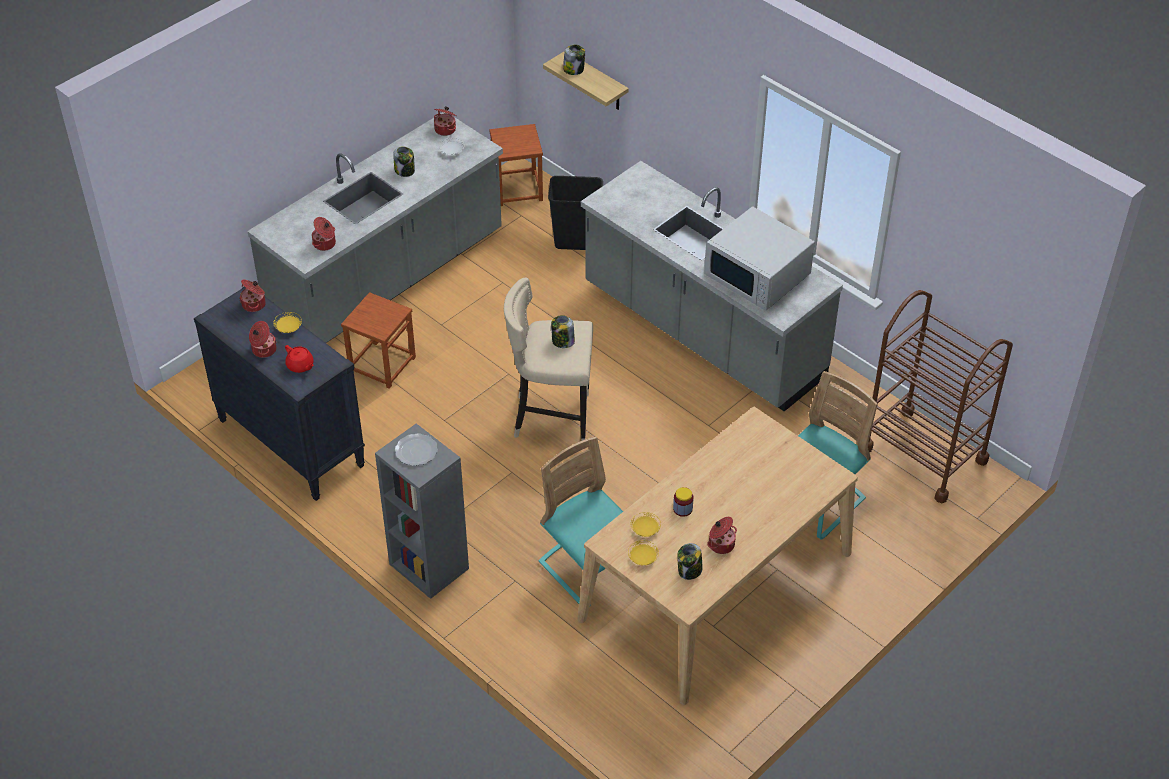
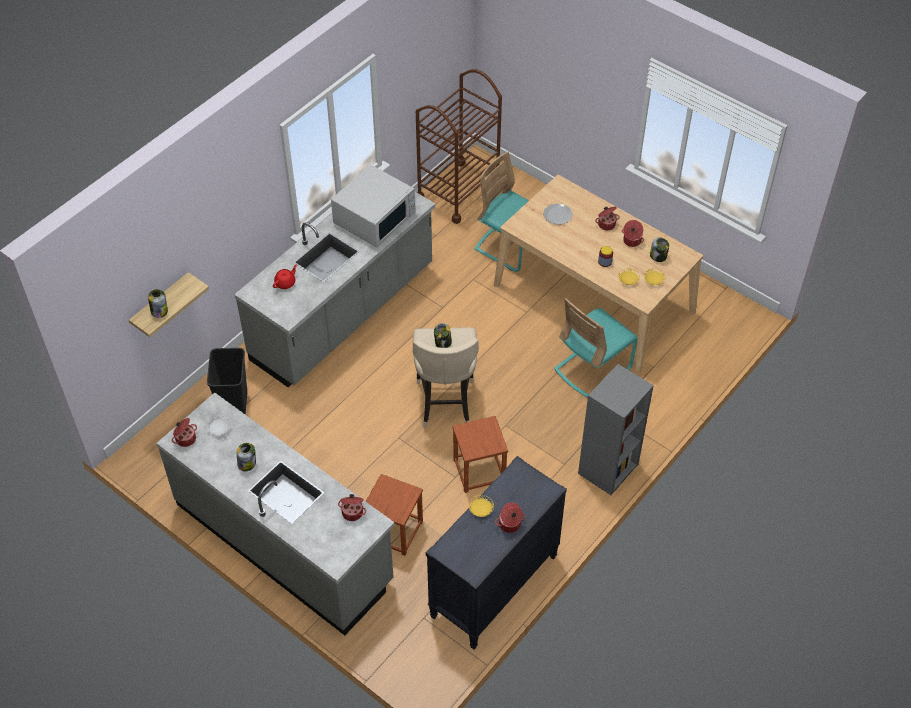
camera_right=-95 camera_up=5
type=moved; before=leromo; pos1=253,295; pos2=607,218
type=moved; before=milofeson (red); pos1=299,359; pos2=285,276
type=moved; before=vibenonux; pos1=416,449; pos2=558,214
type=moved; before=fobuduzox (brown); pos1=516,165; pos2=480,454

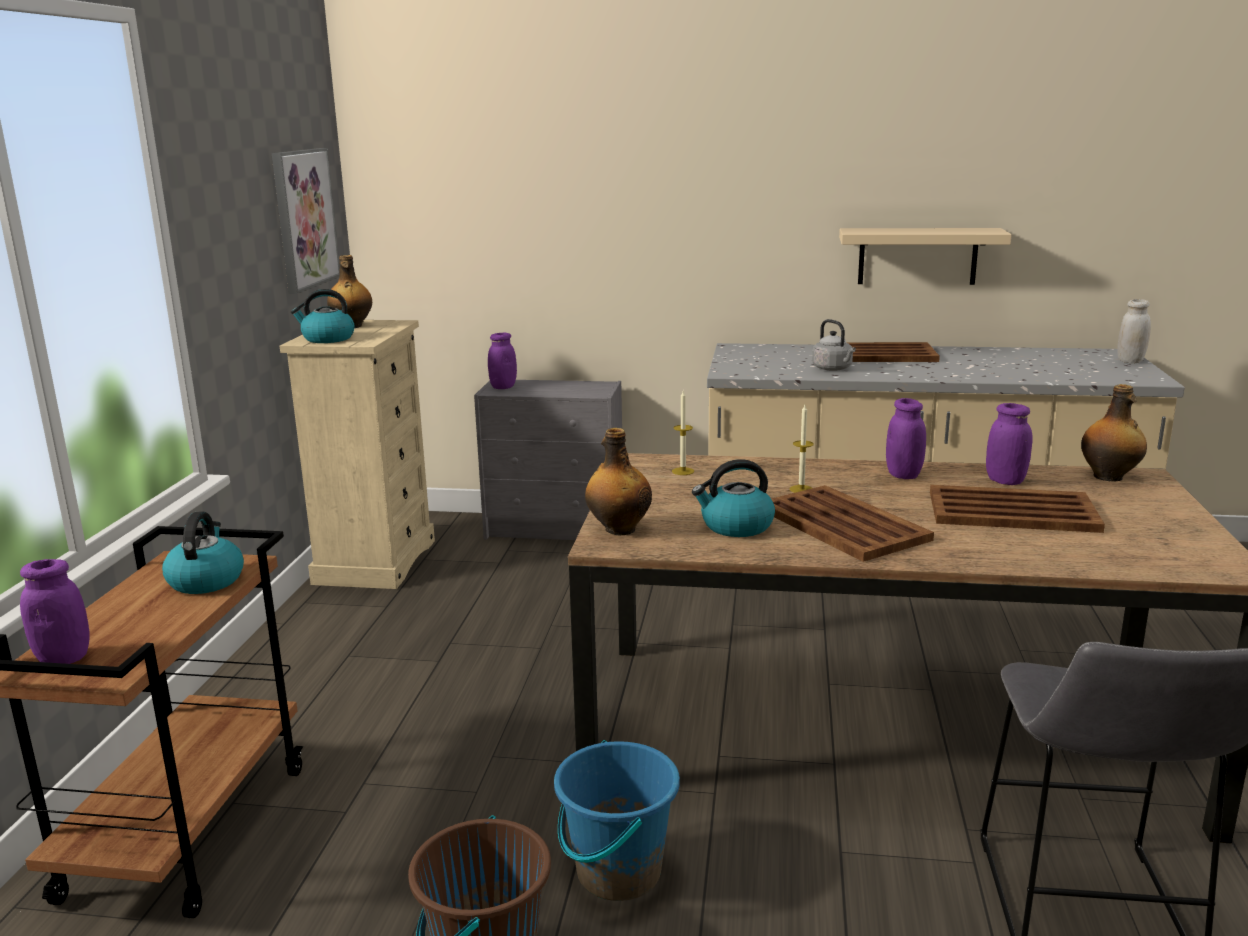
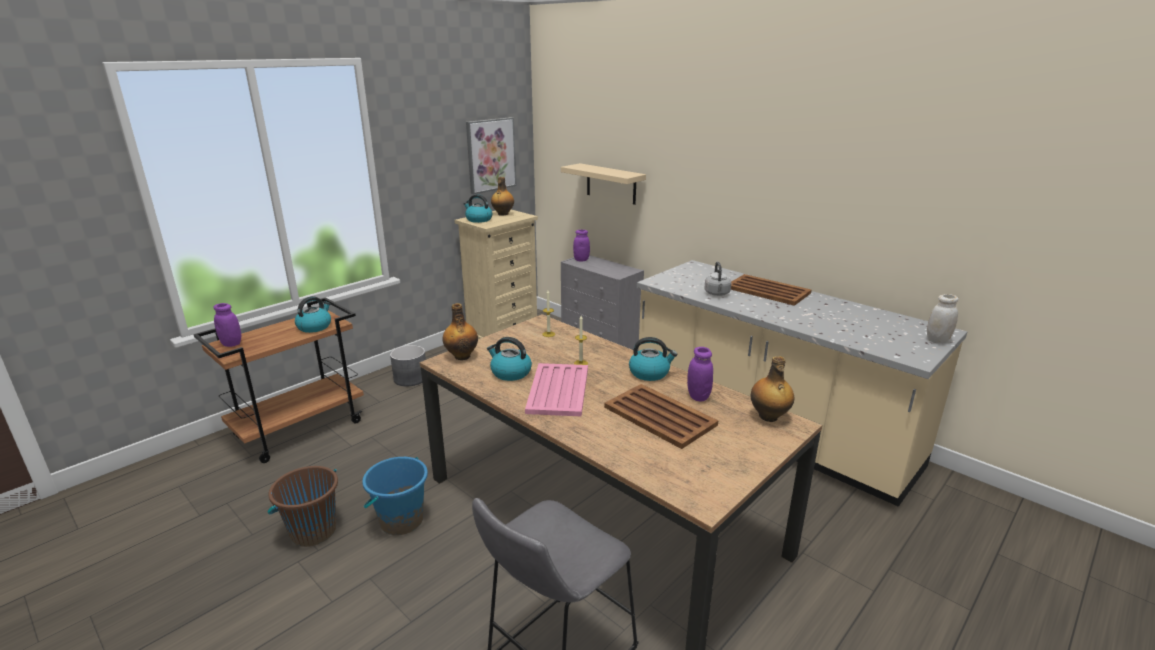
camera_right=35 camera_up=5
type=recoloured; before=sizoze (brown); after=sizoze (pink); pos1=853,523; pos2=556,389
type=moved; before=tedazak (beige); pos1=925,256; pos2=603,184
type=replaced; before=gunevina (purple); after=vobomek; pos1=906,438; pos2=653,359
type=added; after=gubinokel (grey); pos2=408,366

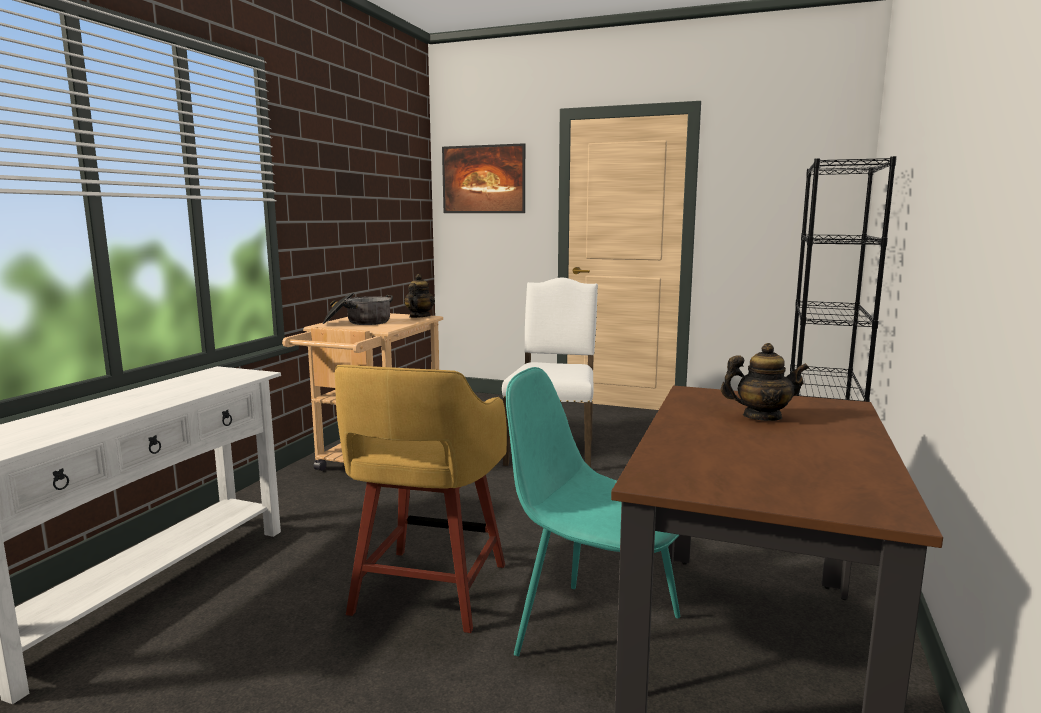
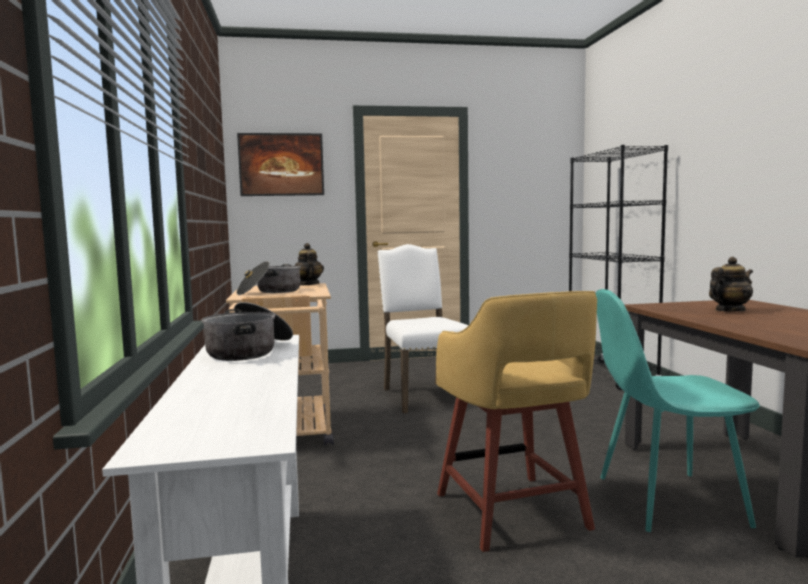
camera_right=-30 camera_up=-5
type=added; after=leromo; pos2=247,331

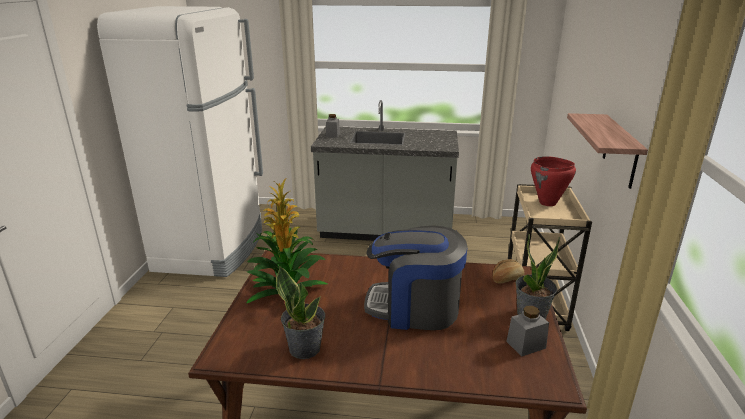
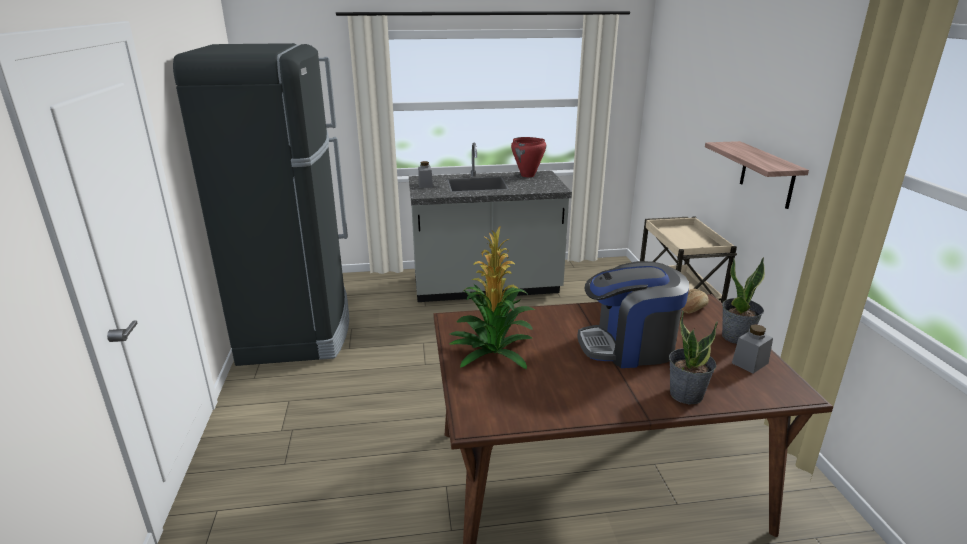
camera_right=-15 camera_up=0
type=recoloured; before=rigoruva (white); after=rigoruva (black); pos1=180,141; pos2=261,204
type=moved; before=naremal; pos1=300,313; pos2=693,357
type=moved; before=leromo (red); pos1=553,181; pos2=528,157

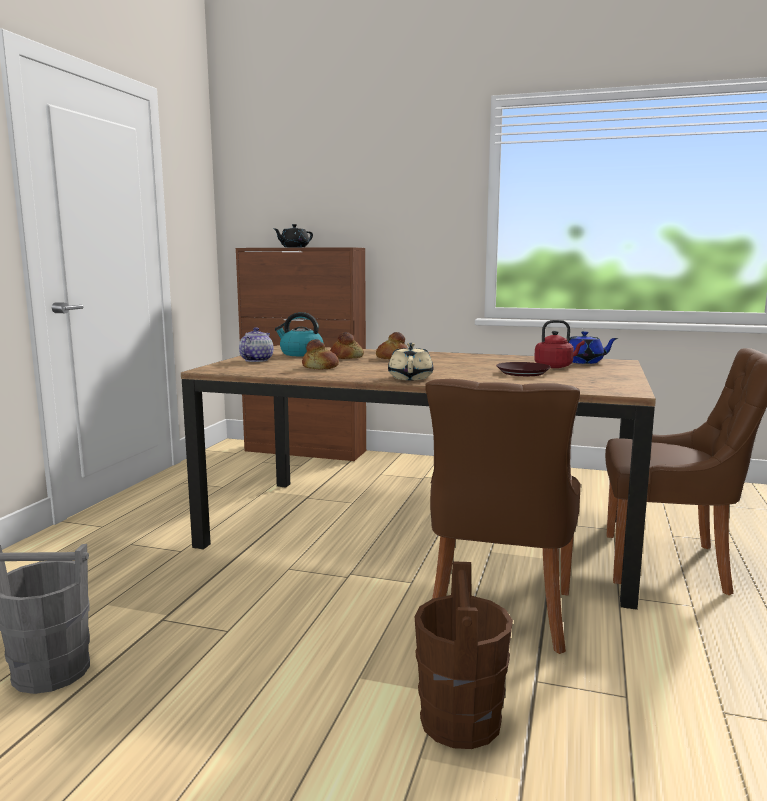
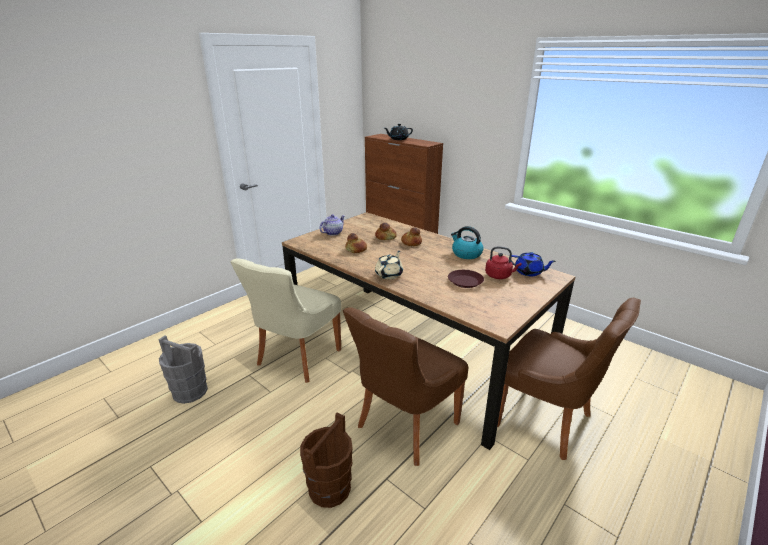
camera_right=25 camera_up=15
type=moved; before=vobomek; pos1=299,334; pos2=467,242
type=added; after=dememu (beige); pos2=285,321

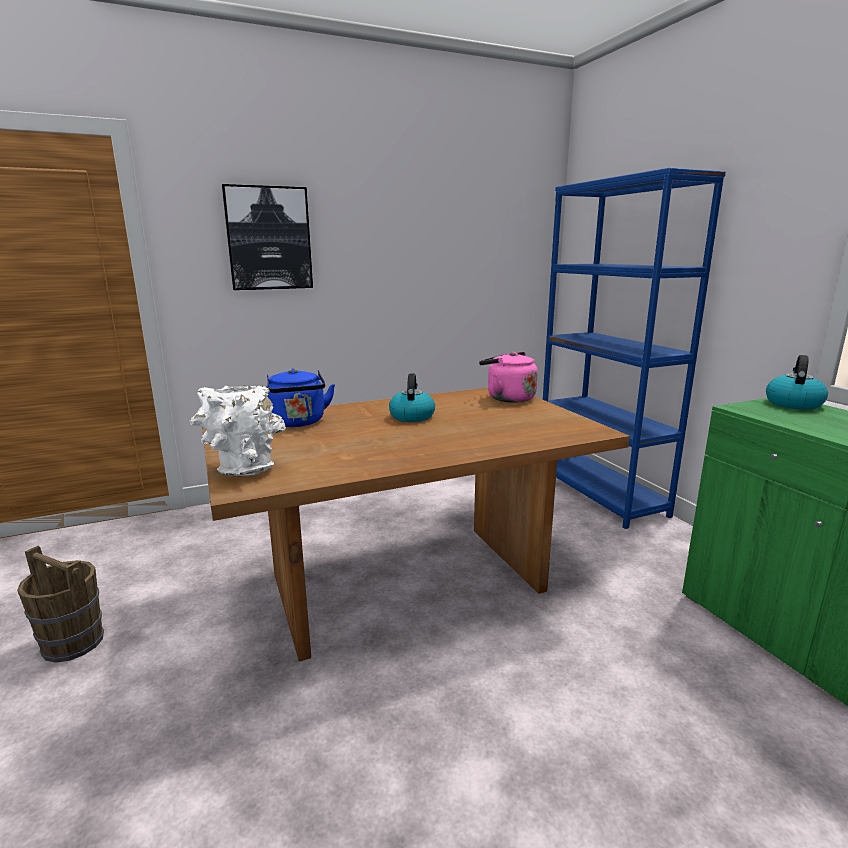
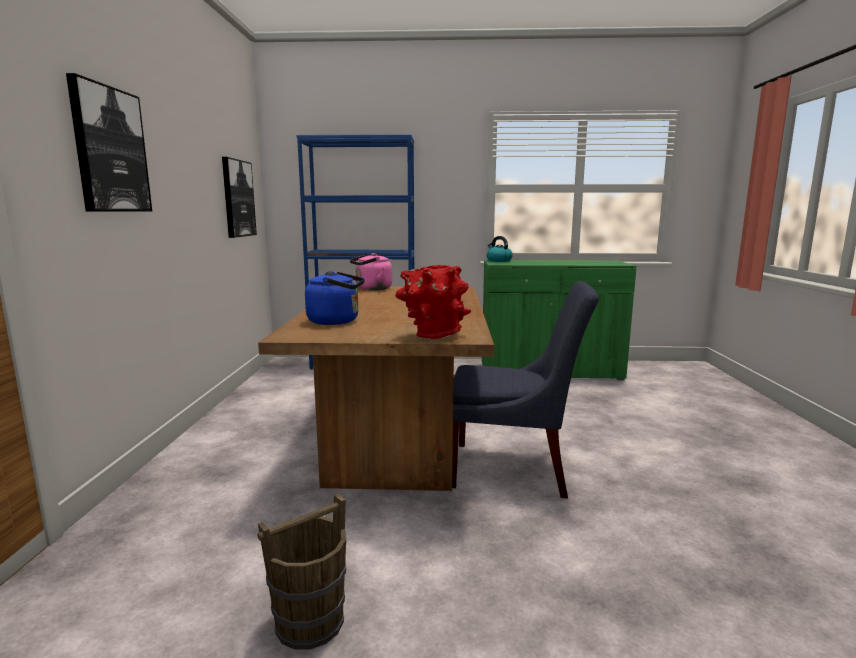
camera_right=-65 camera_up=-5
type=recoloured; before=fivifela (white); after=fivifela (red); pos1=238,431; pos2=433,302
type=removed; before=vobomek; pos1=412,397
type=added; after=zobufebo; pos2=239,197
type=added; after=dememu (blue); pos2=525,389

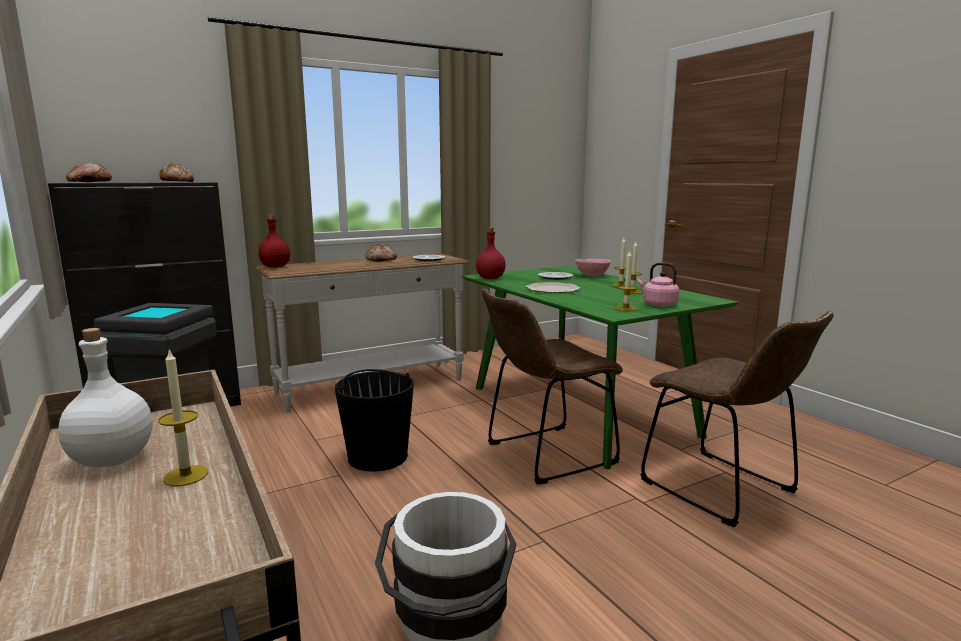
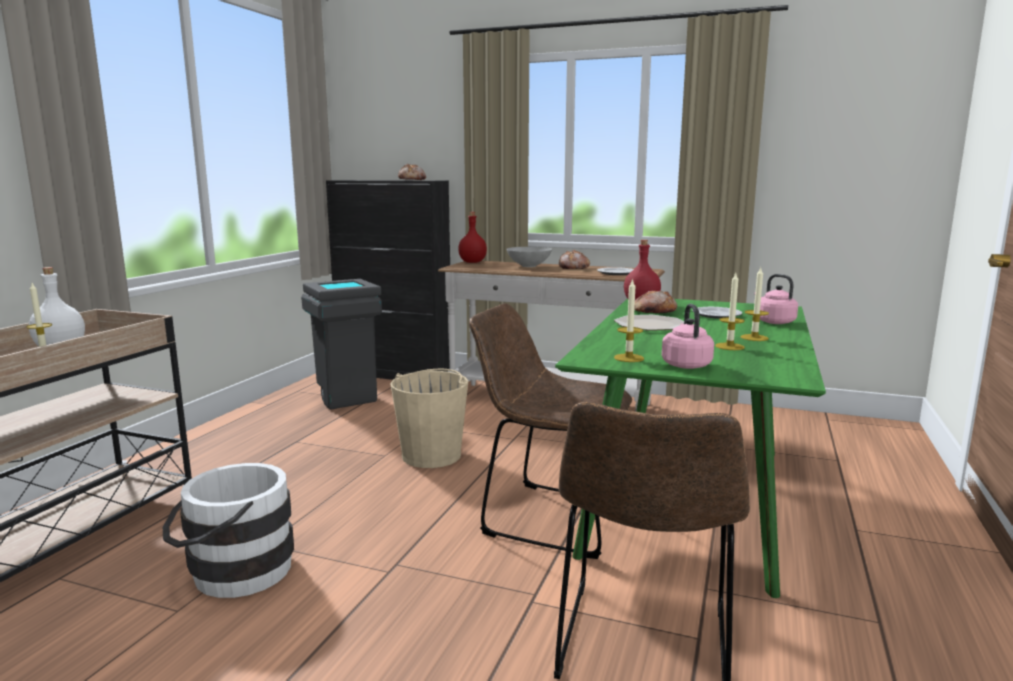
camera_right=50 camera_up=0
type=moved; before=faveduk; pos1=89,172; pos2=655,302
type=recoloured; before=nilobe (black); after=nilobe (beige); pos1=374,420; pos2=429,418
type=replaced; before=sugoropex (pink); after=vobomek (pink); pos1=593,267; pos2=776,299
type=added; after=sugoropex (grey); pos2=529,257

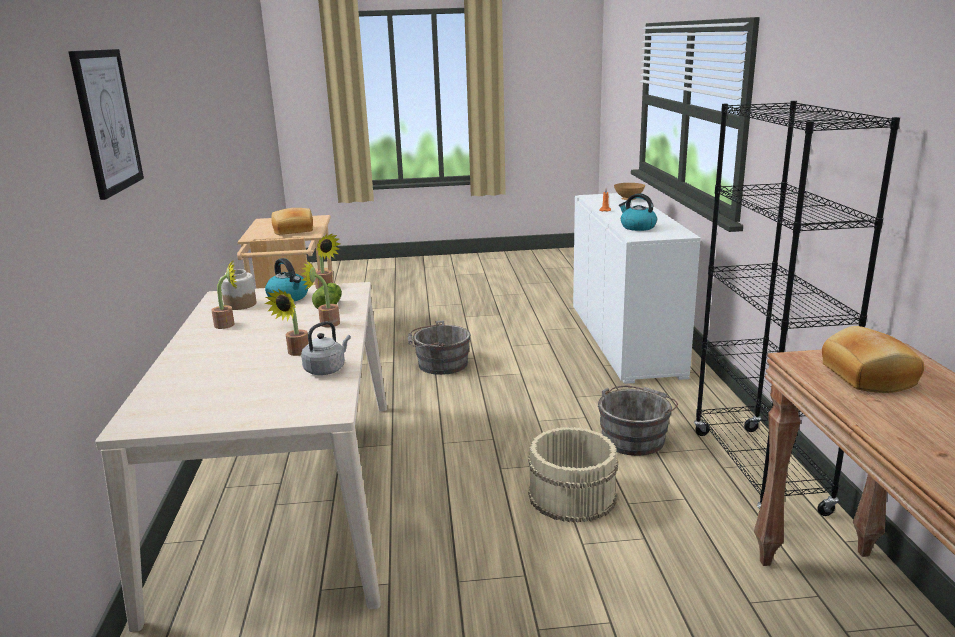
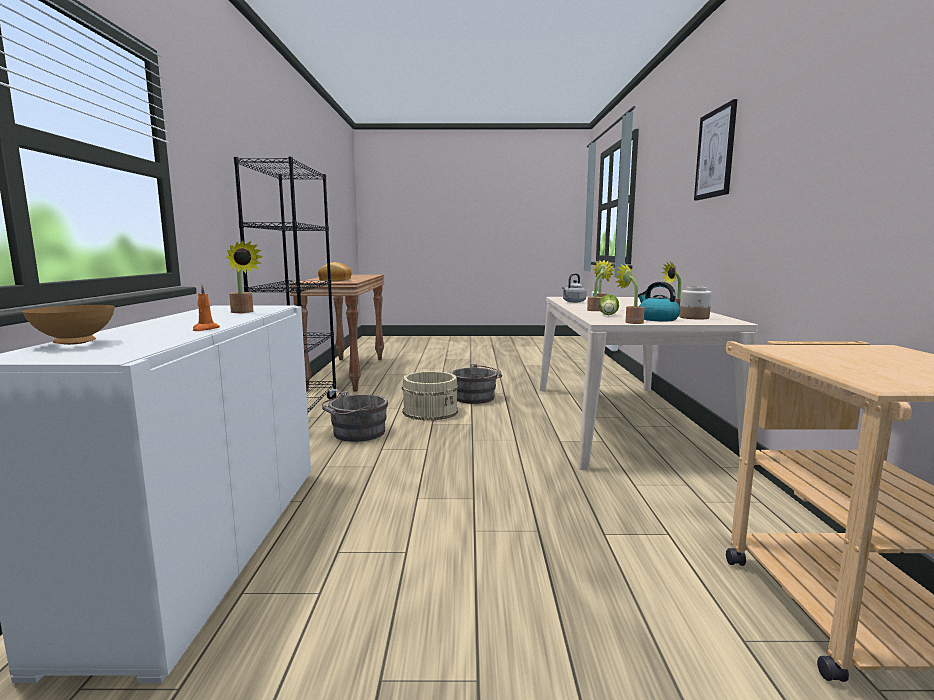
camera_right=-175 camera_up=-10
type=removed; before=faveduk; pos1=292,221
type=moved; before=nilobe (grey); pos1=439,347; pos2=476,384
type=replaced; before=vobomek; after=naremal; pos1=638,212; pos2=244,276

